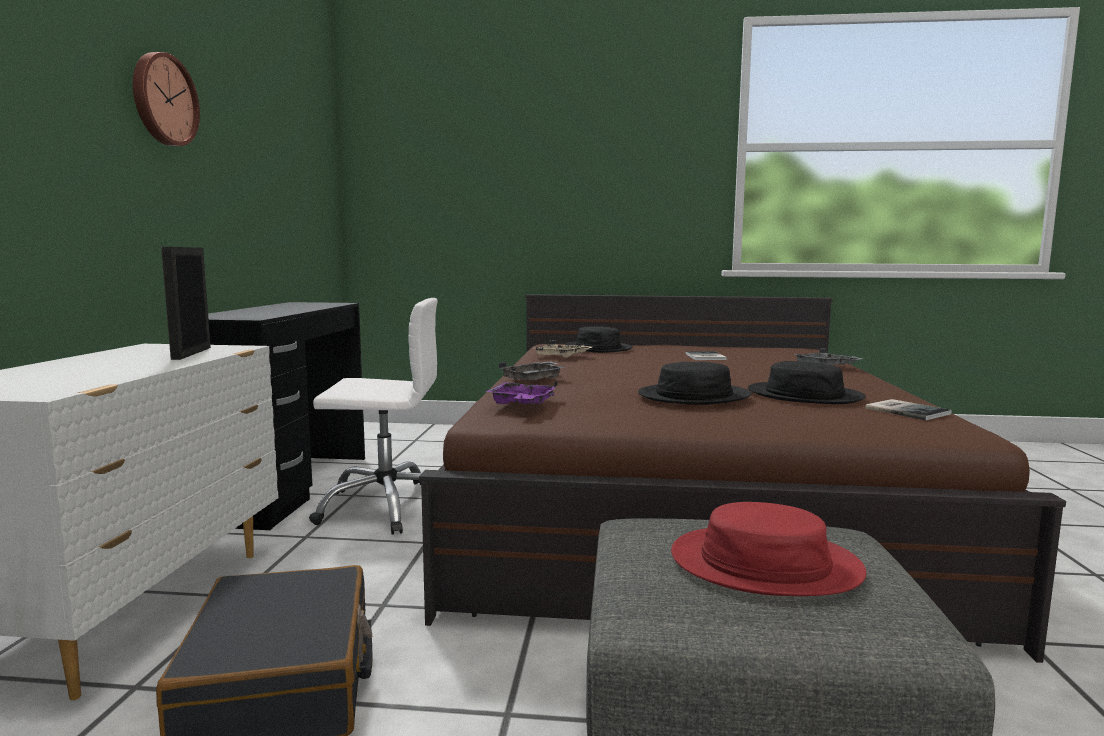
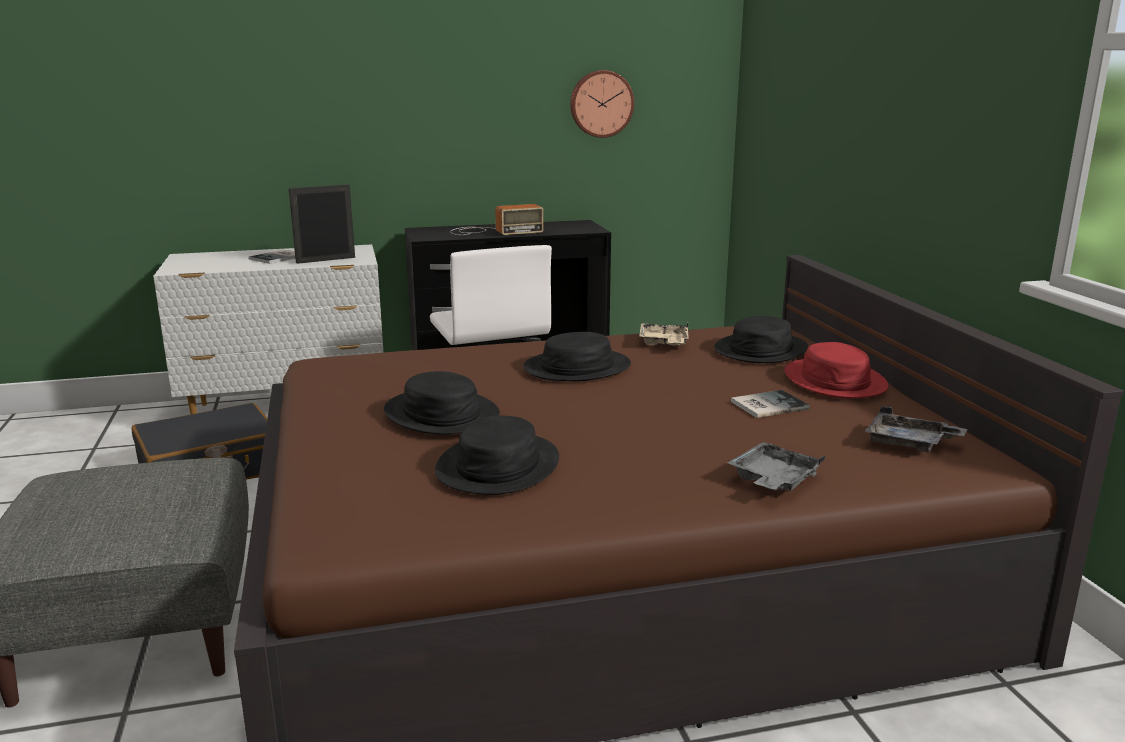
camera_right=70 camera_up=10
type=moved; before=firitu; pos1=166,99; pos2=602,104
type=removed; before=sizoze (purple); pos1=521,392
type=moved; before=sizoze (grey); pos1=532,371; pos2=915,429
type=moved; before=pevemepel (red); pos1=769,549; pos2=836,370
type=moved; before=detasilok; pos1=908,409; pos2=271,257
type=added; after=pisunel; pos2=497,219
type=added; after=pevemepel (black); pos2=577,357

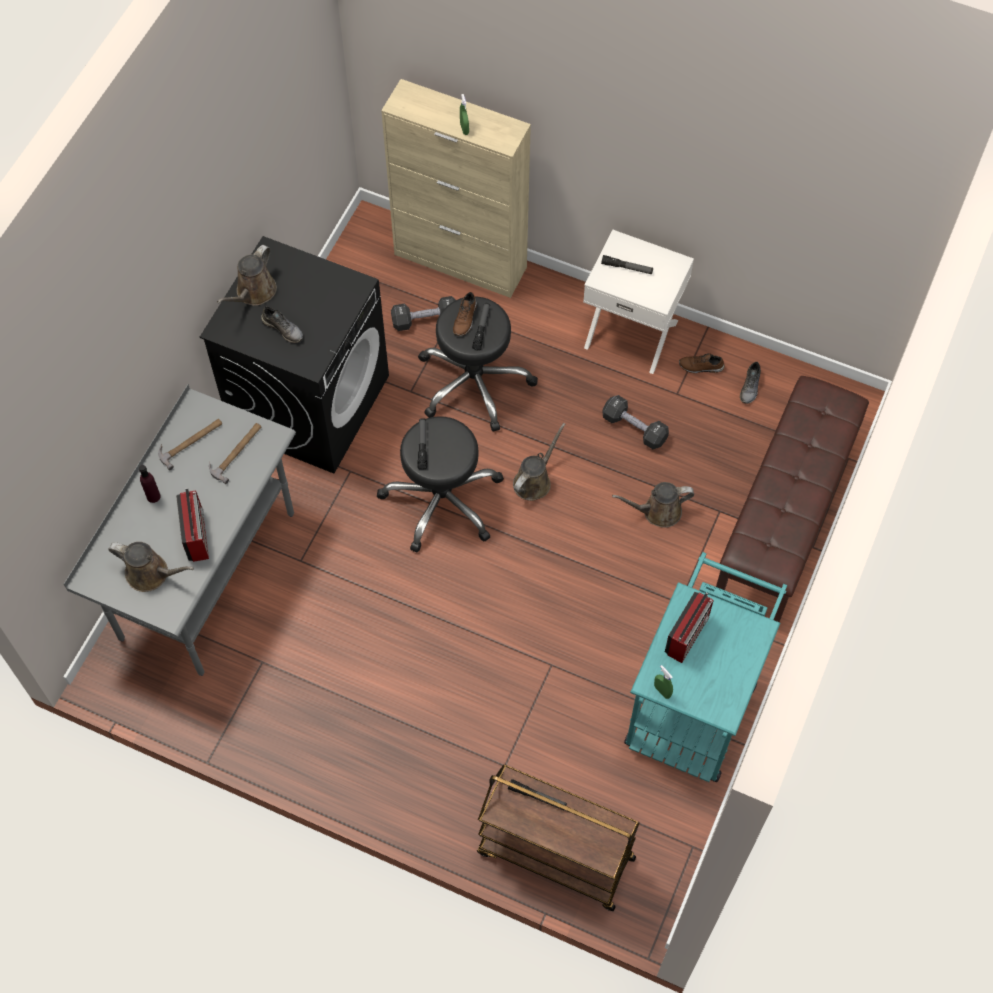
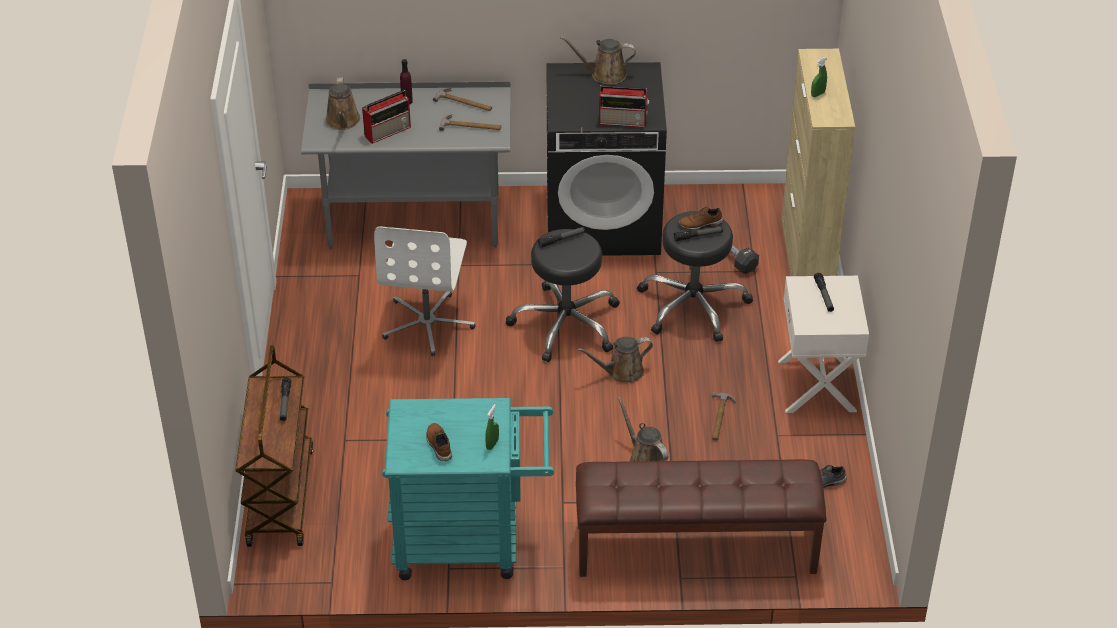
camera_right=65 camera_up=-20
type=removed; before=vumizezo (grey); pos1=282,324
type=turned; before=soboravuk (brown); pos1=539,462; pos2=615,360; turn=150
type=replaced; before=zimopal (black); after=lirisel; pos1=636,422; pos2=724,416
type=moved; before=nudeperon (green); pos1=663,682; pos2=492,427
type=moved; before=pisunel; pos1=689,627; pos2=624,106
type=moved; before=vumizezo (brown); pos1=701,363; pos2=439,442
type=added; after=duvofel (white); pos2=424,291

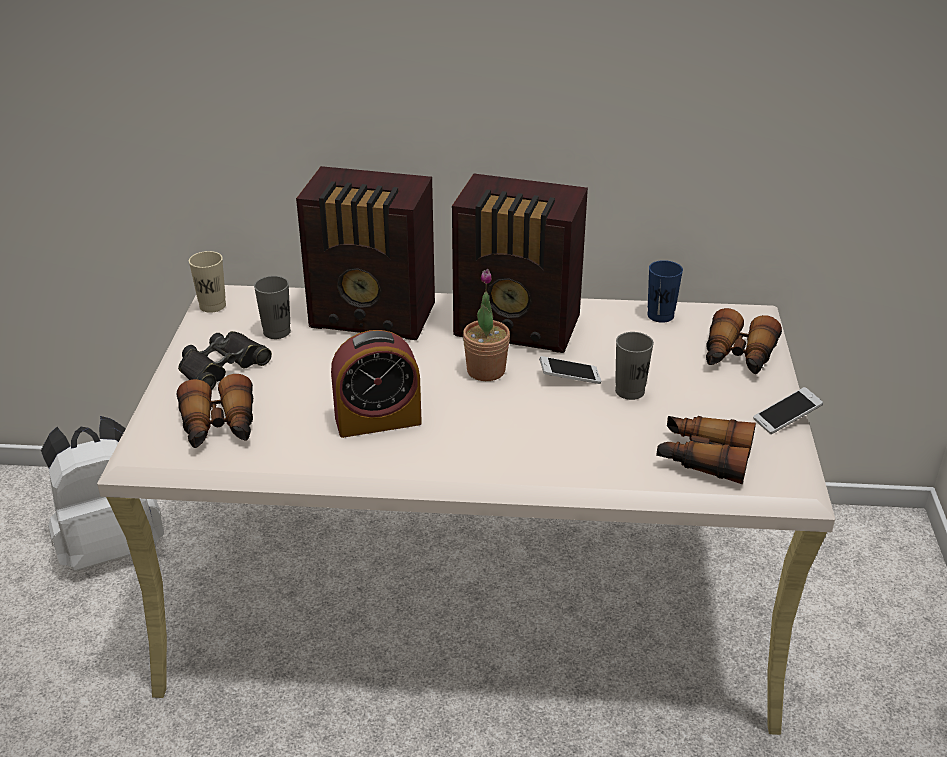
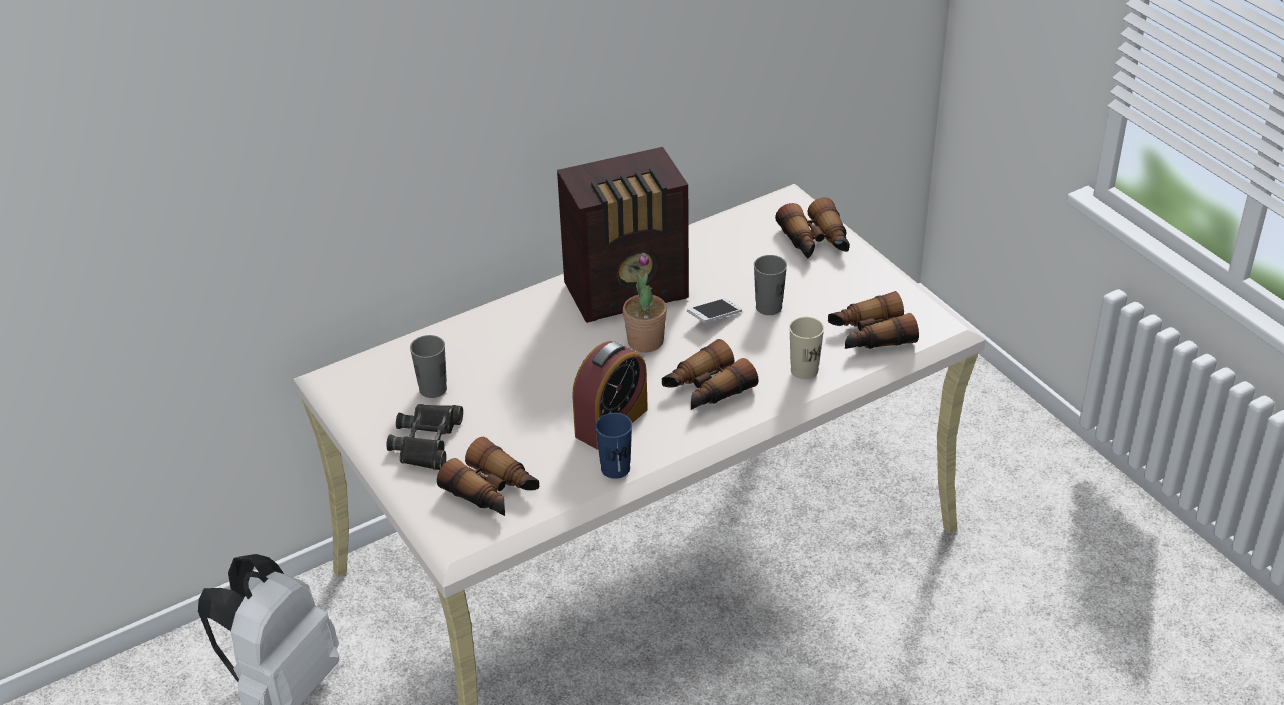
camera_right=-35 camera_up=5
type=moved; before=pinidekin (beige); pos1=207,282; pos2=806,348
type=removed; before=pisunel; pos1=365,253
type=moved; before=pinidekin (blue); pos1=665,291; pos2=613,446
type=removed; before=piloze; pos1=788,410
type=added; after=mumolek; pos2=710,374

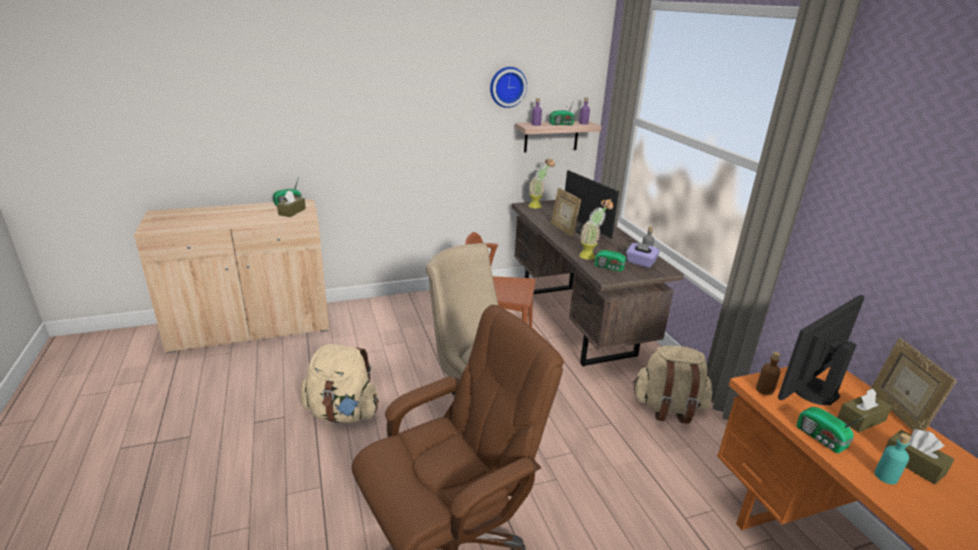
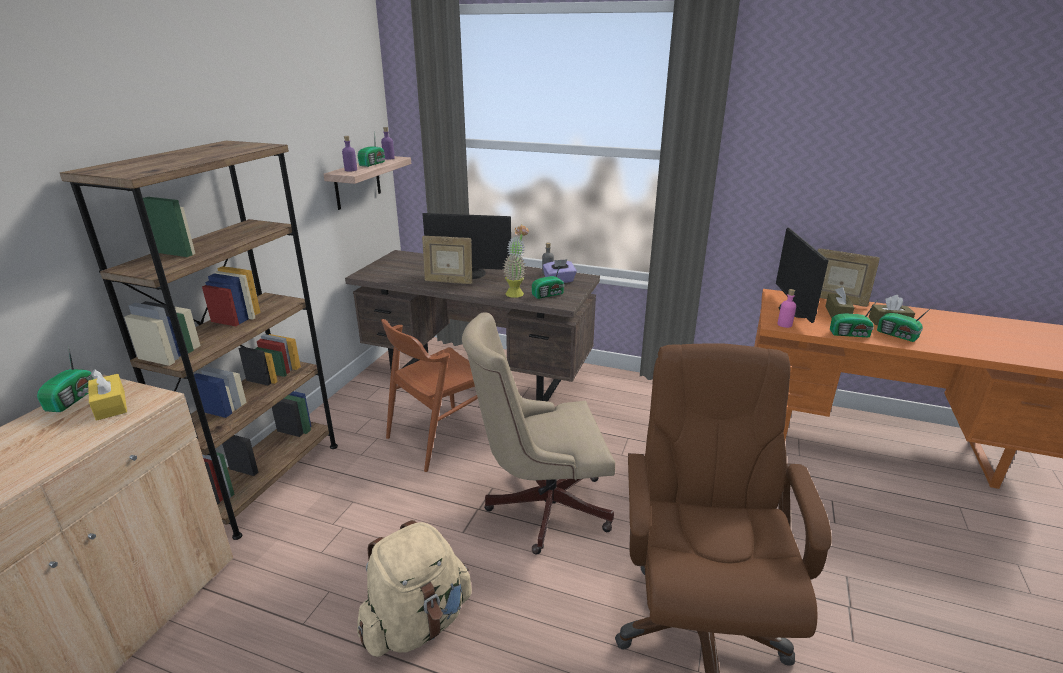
camera_right=-50 camera_up=0
type=recoloured; before=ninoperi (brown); after=ninoperi (yellow); pos1=291,203; pos2=107,395
type=removed; before=firitu; pos1=508,87
type=removed; before=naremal; pos1=541,183
type=removed; before=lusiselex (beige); pos1=673,385
type=recoloured; before=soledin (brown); after=soledin (pink); pos1=768,373; pos2=786,308
type=replaced; before=soledin (turquoise); after=pisunel; pos1=893,459; pos2=905,324
type=added; after=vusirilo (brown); pos2=199,340

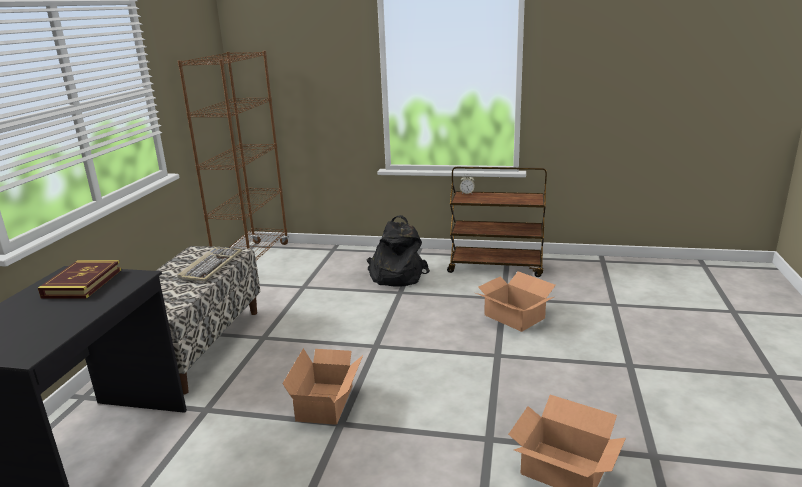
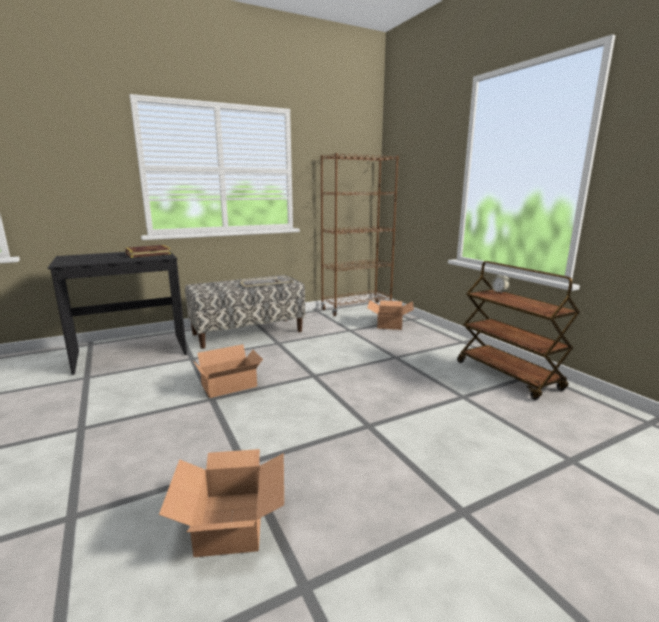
camera_right=50 camera_up=-5
type=removed; before=lusiselex (black); pos1=398,251
type=moved; before=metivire; pos1=516,301; pos2=390,315

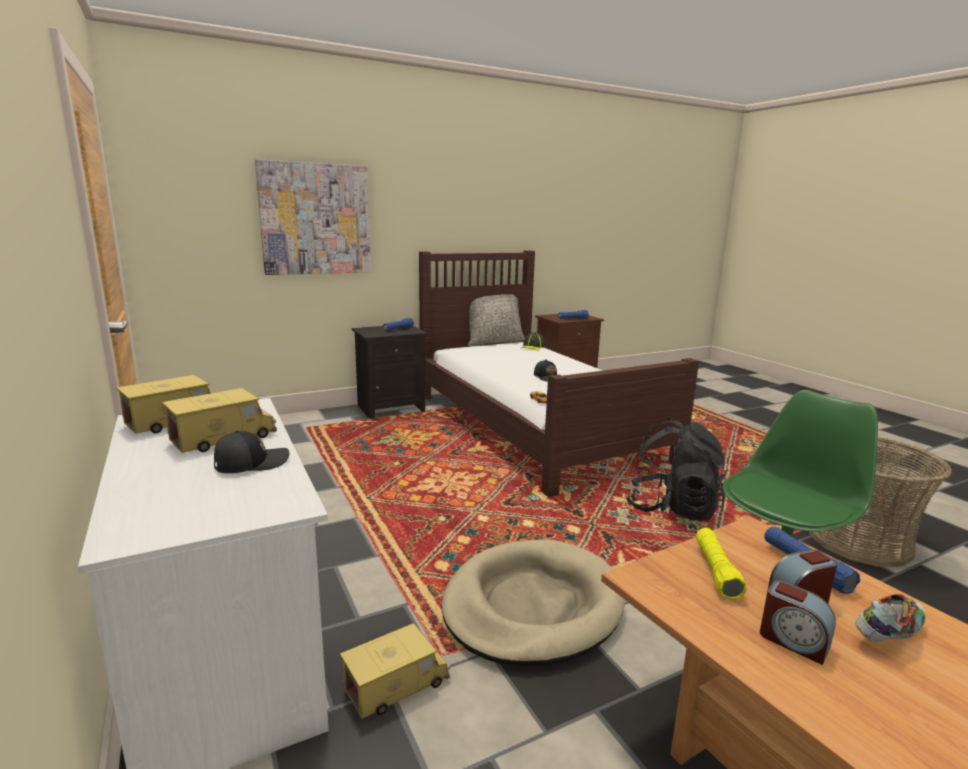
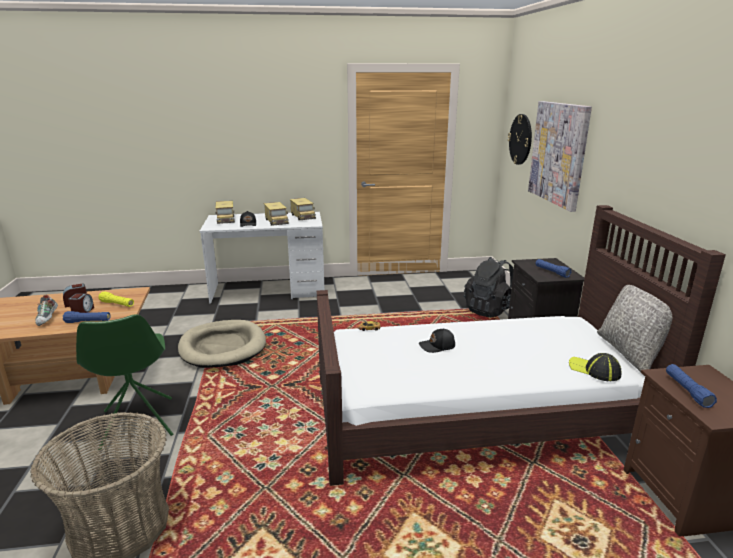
camera_right=110 camera_up=5
type=moved; before=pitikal; pos1=395,671; pos2=225,212
type=moved; before=lusiselex (black); pos1=676,469; pos2=489,287
type=added; after=firitu; pos2=520,139

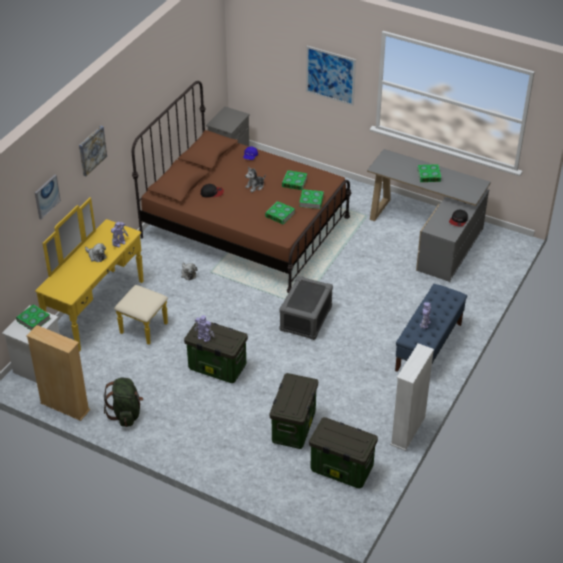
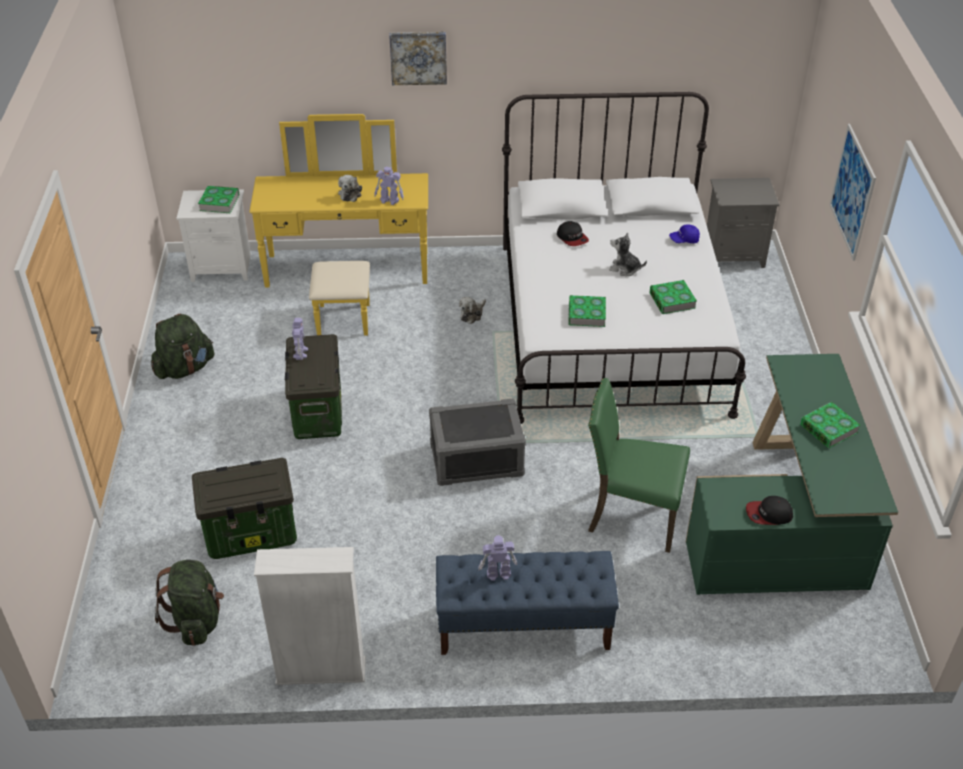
camera_right=60 camera_up=0
type=removed; before=vusirilo (beige); pos1=58,373
type=removed; before=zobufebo; pos1=48,197
type=recoloured; before=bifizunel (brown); after=bifizunel (white); pos1=241,187; pos2=624,258
type=removed; before=detasilok; pos1=311,199
type=replaced; before=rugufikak; after=lusiselex (green); pos1=343,452; pos2=189,602
type=recoloured; before=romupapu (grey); after=romupapu (green); pos1=429,215; pos2=792,474
type=added; after=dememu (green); pos2=639,465

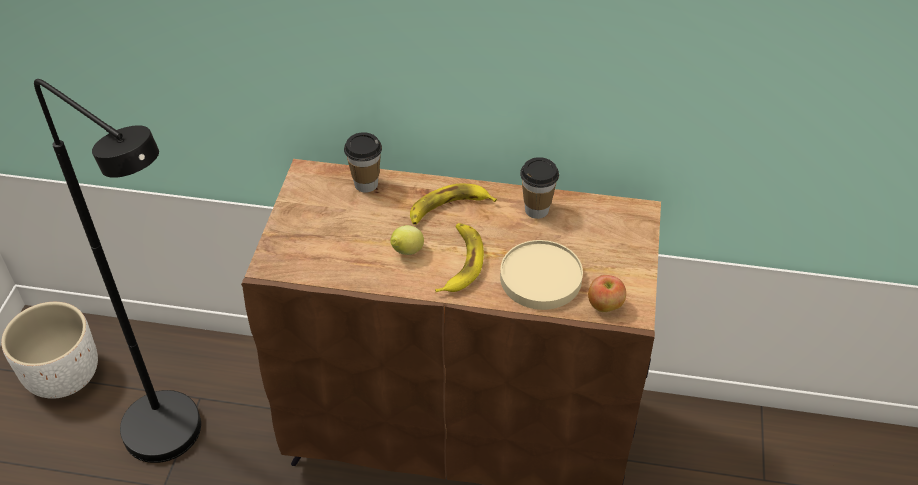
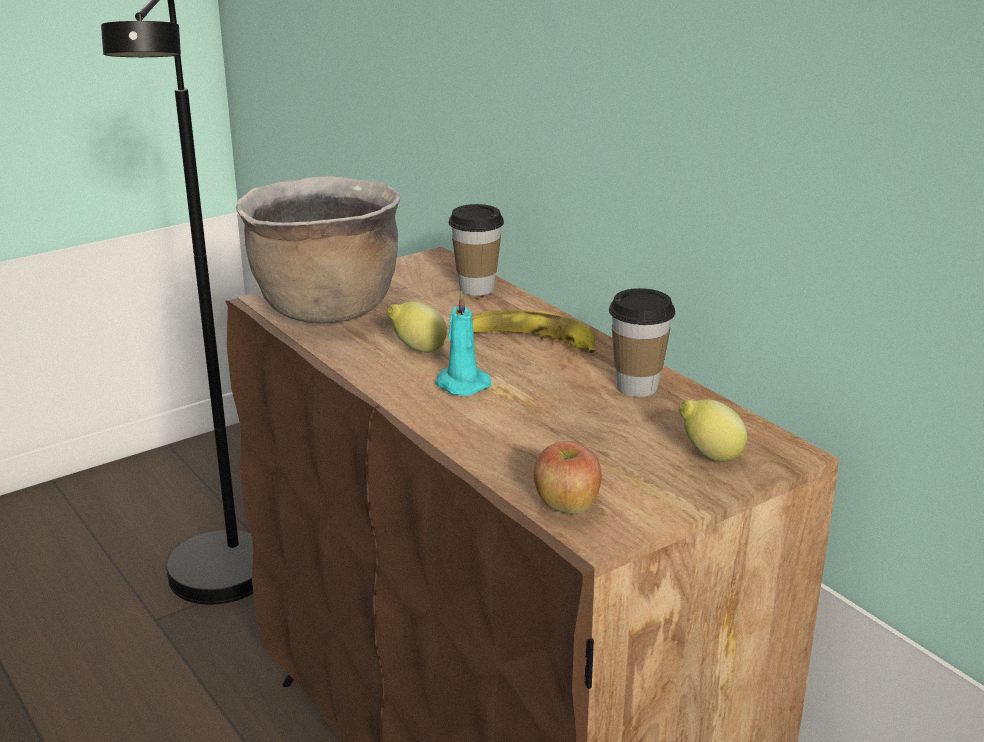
camera_right=45 camera_up=-20
type=removed; before=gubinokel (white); pos1=49,350
type=replaced; before=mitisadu; after=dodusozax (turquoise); pos1=459,257; pos2=463,343
type=removed; before=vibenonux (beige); pos1=541,275
type=added; after=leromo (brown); pos2=318,249
type=added; after=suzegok; pos2=713,430

